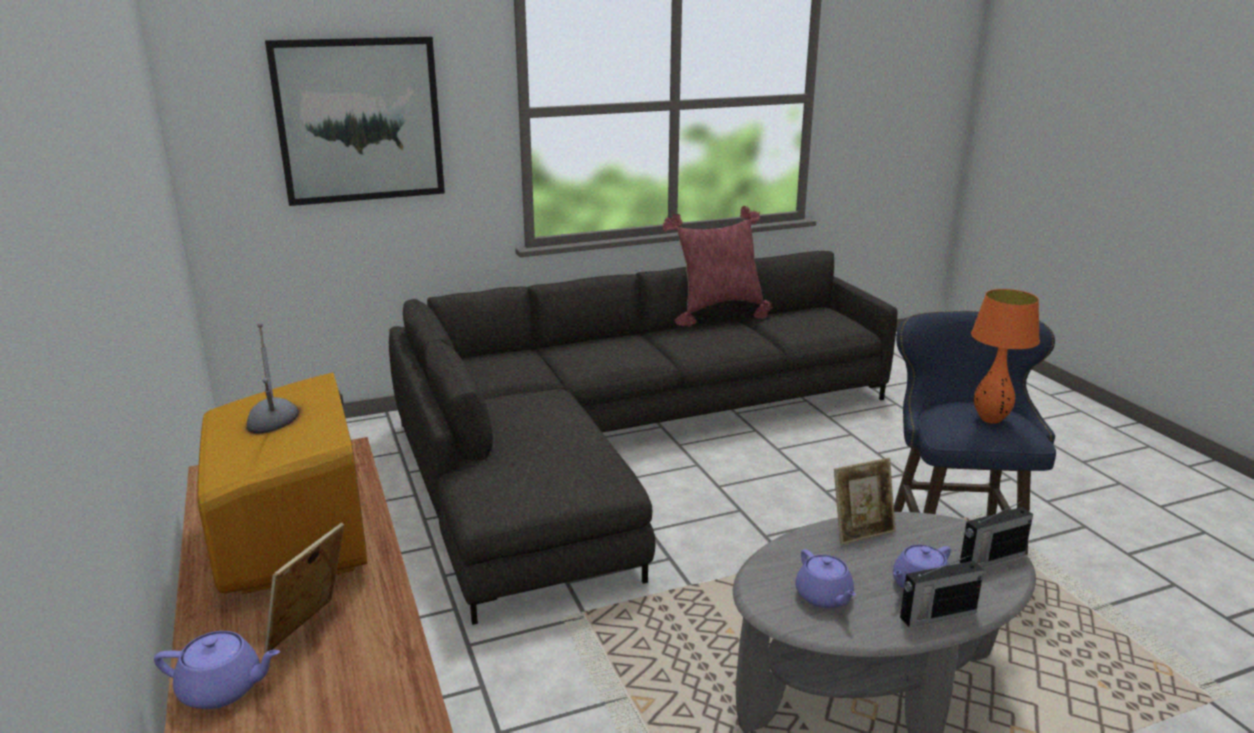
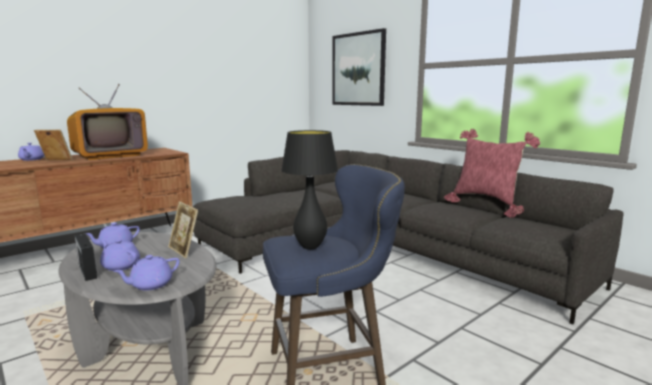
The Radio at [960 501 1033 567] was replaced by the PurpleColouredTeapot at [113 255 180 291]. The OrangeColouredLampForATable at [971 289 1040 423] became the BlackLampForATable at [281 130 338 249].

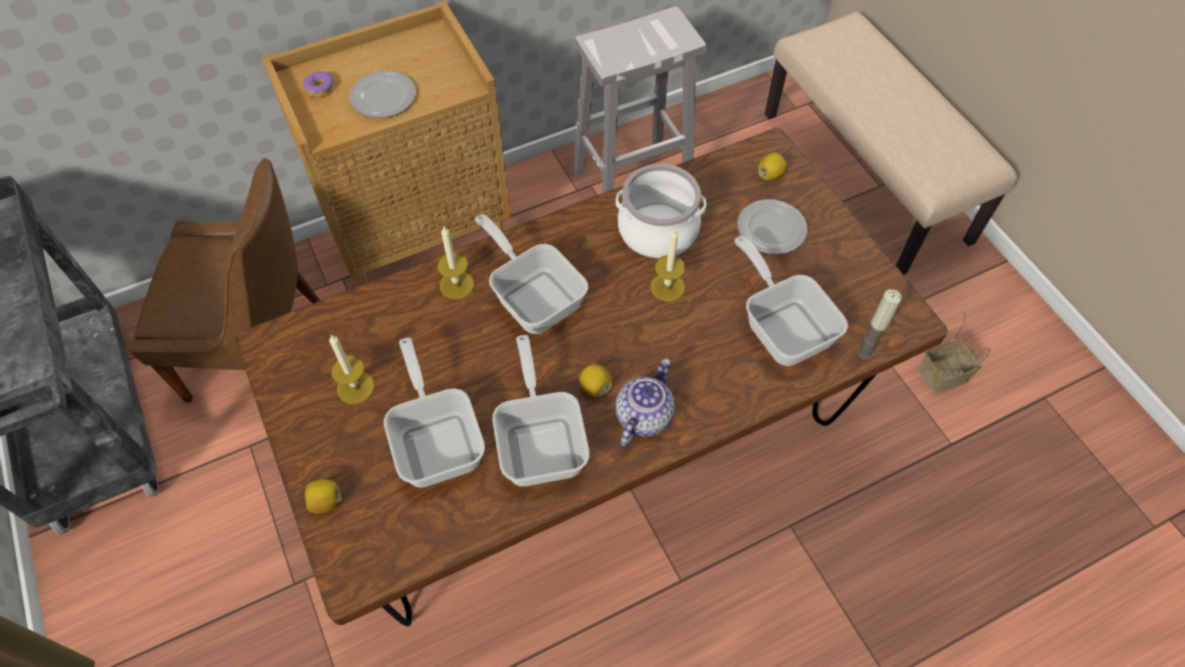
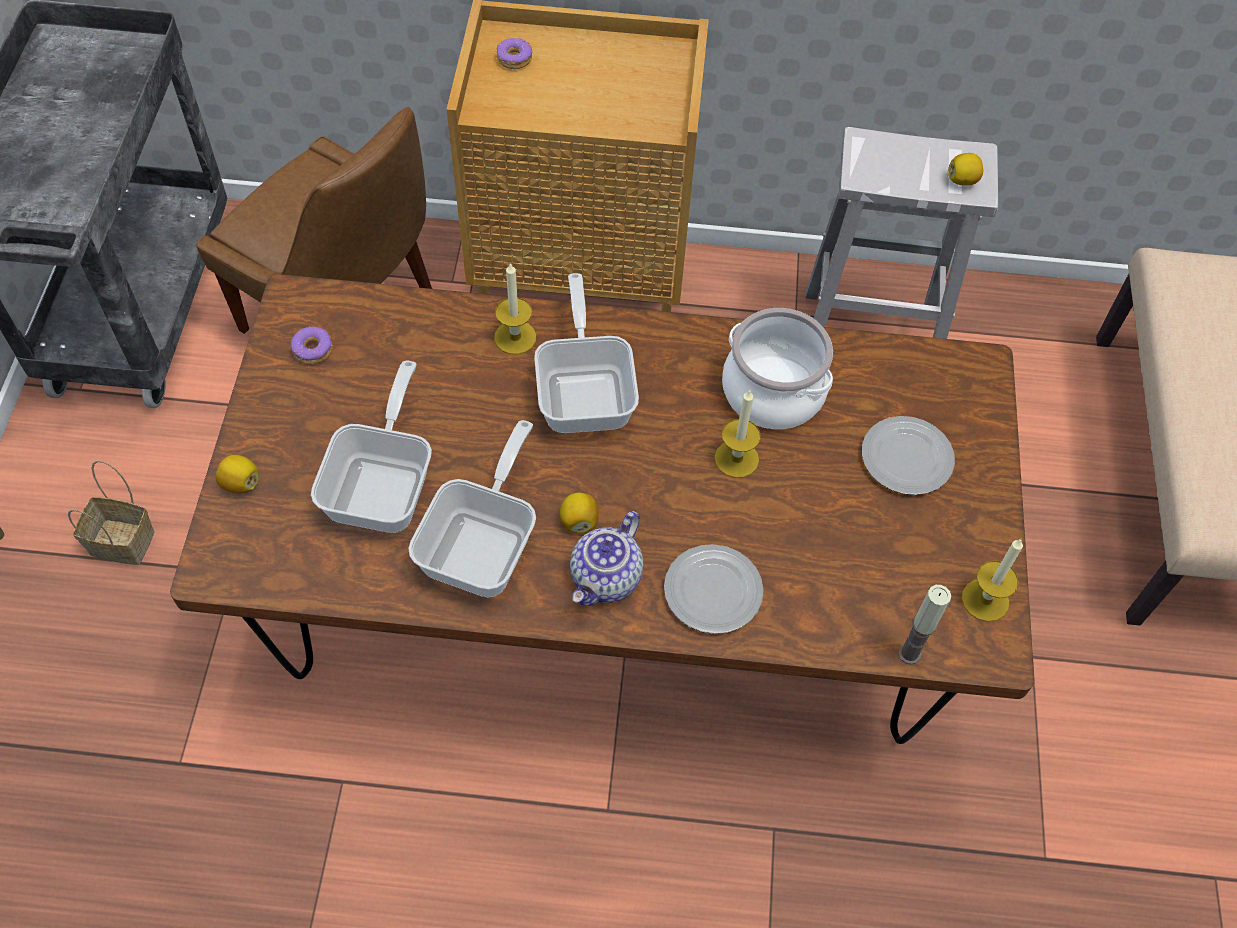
The WaxCandle moved from [329 335 375 404] to [962 539 1023 622]. The DinnerPlate moved from [350 71 416 118] to [664 544 764 634]. The Teapot at [616 358 675 446] turned 150 degrees clockwise. The Pan at [734 236 848 366] disappeared. The WholeLemon moved from [758 152 787 181] to [948 153 983 186]. The Basket moved from [918 312 990 393] to [68 461 155 565]. The Doughnut at [290 327 333 364] appeared.

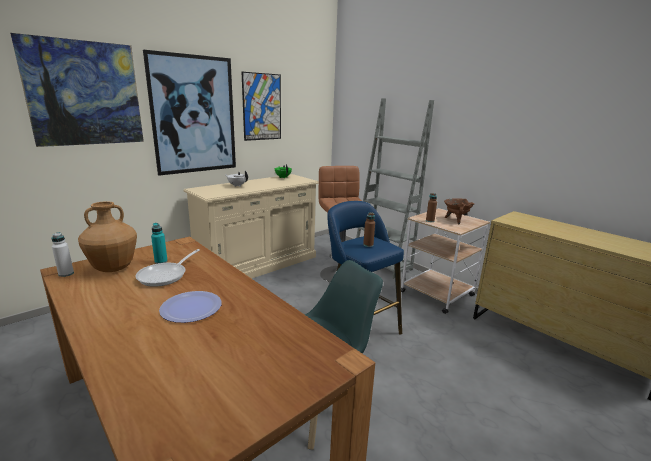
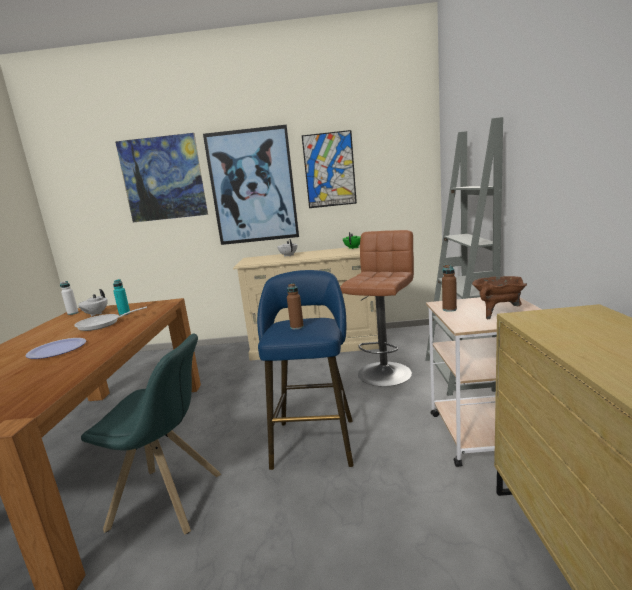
The BrownColouredVase at [78 201 137 272] was replaced by the WhitishTeapot at [78 289 108 317].

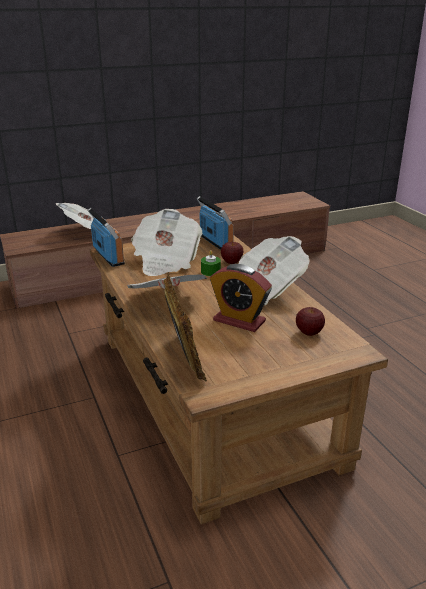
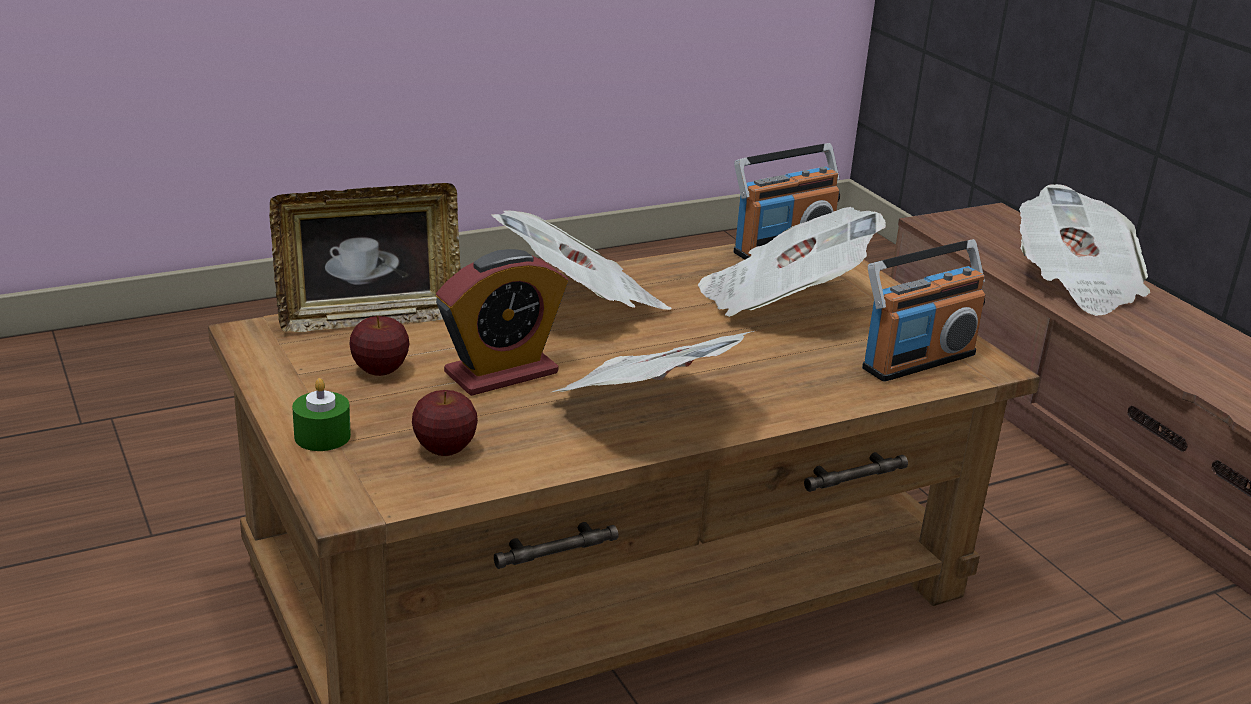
The GreenishWaxCandle moved from [201 250 221 276] to [292 378 351 451]. The AlarmClock at [210 264 272 332] turned 150 degrees counterclockwise. The WholeApple moved from [221 241 243 264] to [349 315 409 376].

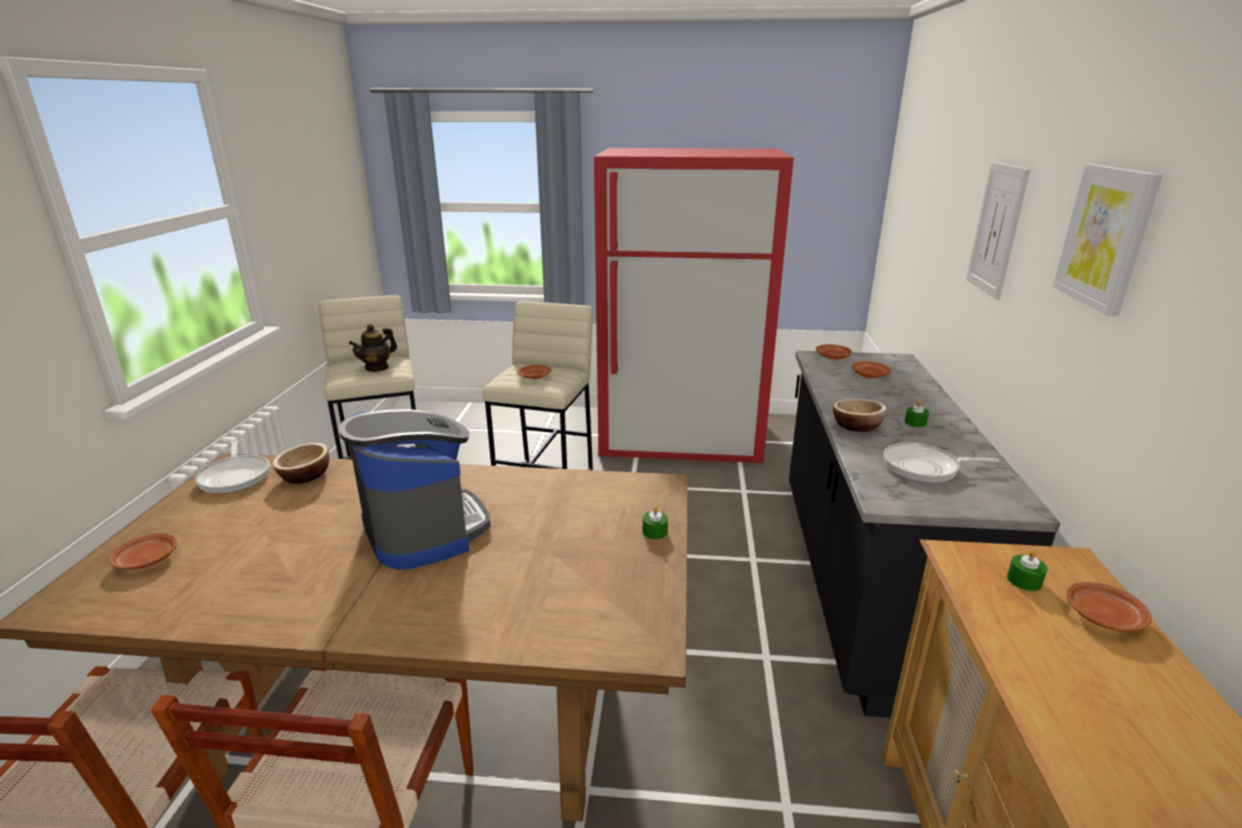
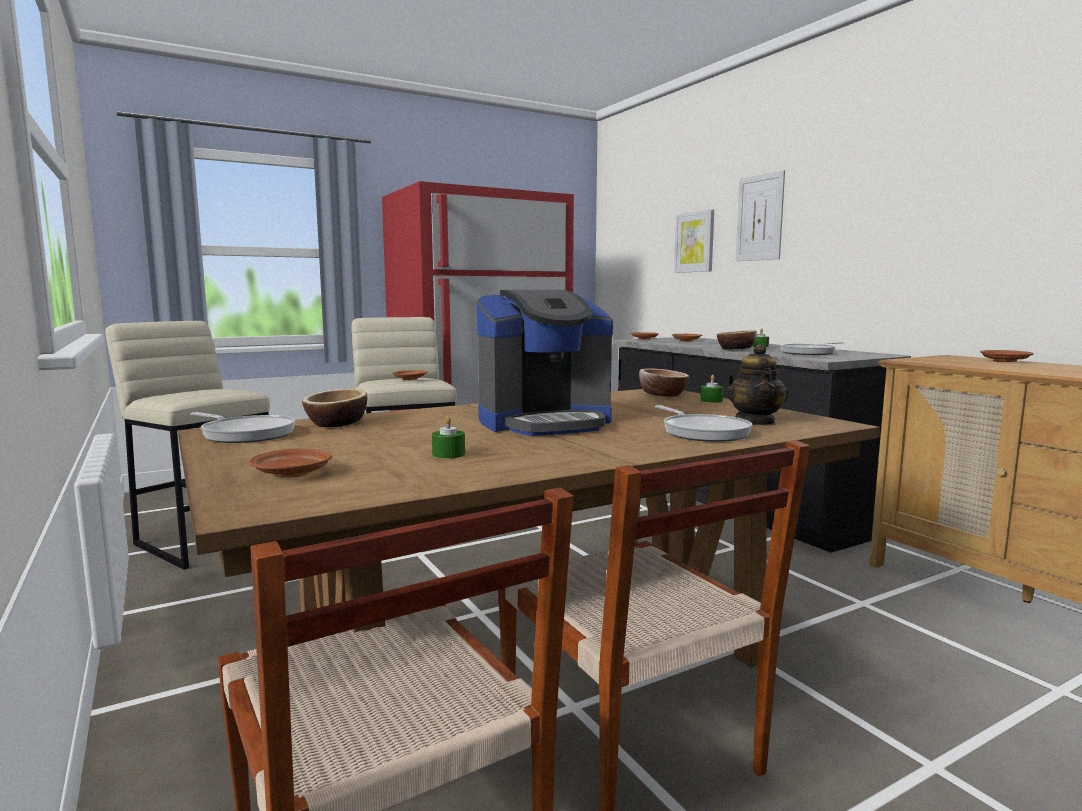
The CoffeeBrewer at [339 409 491 570] turned 135 degrees clockwise. The Teapot moved from [349 324 397 372] to [727 343 788 425]. The GreenishWaxCandle moved from [1007 550 1047 591] to [432 416 465 459]. The WallPicture moved from [1053 164 1162 316] to [674 209 714 273]. The Bowl at [639 369 689 397] appeared. The Pan at [655 405 752 442] appeared.

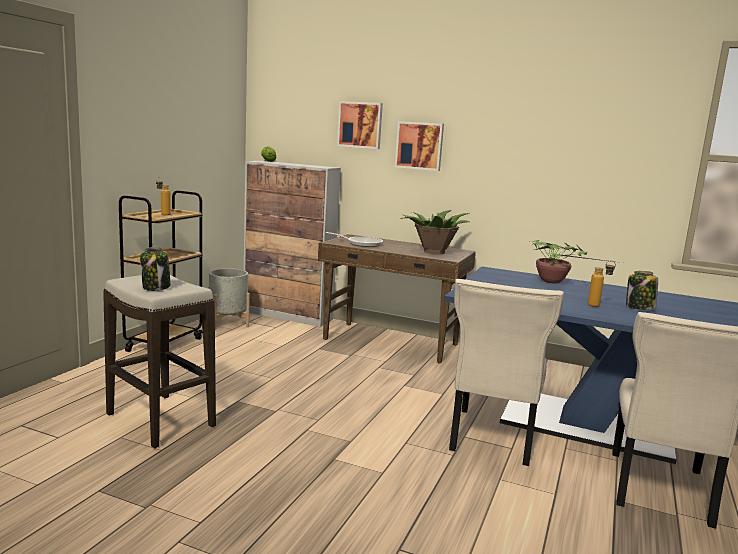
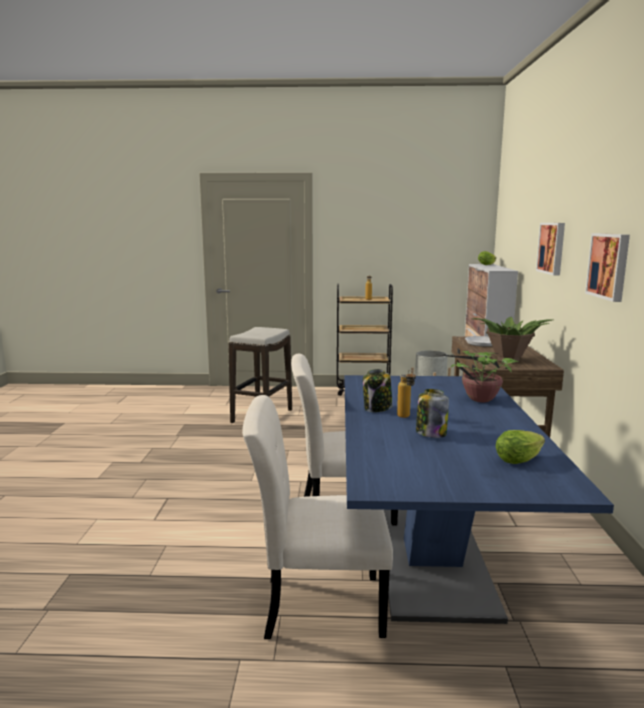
The StorageJar moved from [140 247 171 291] to [363 369 392 412]. The WallPicture moved from [337 101 383 149] to [585 233 630 302]. The Lettuce at [496 430 545 464] appeared.

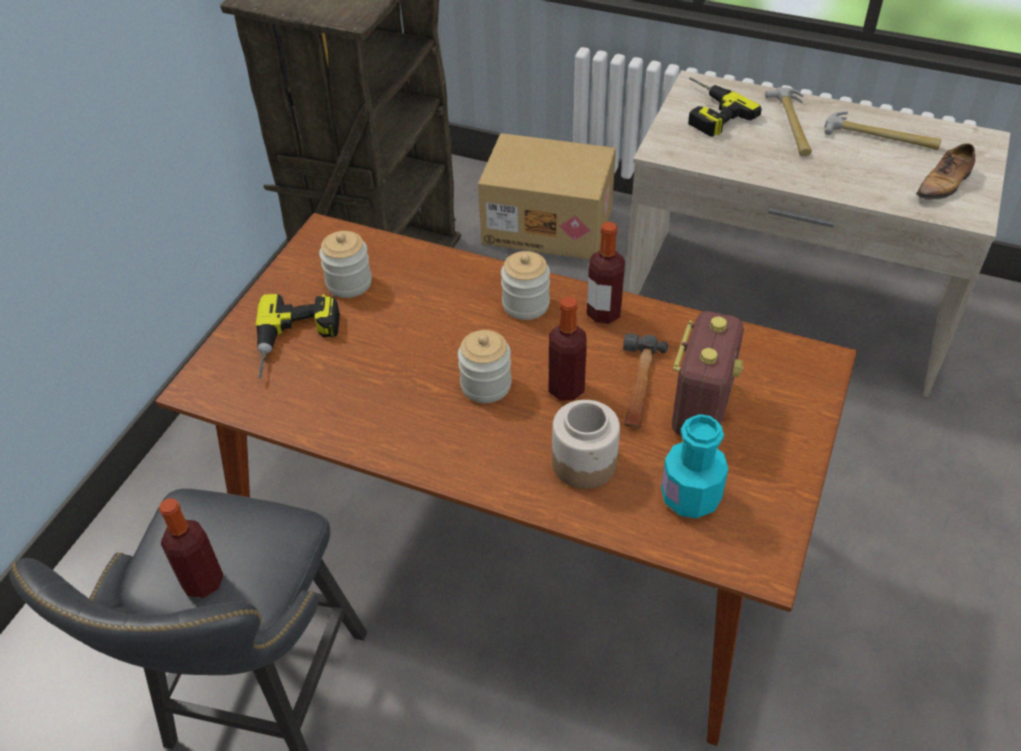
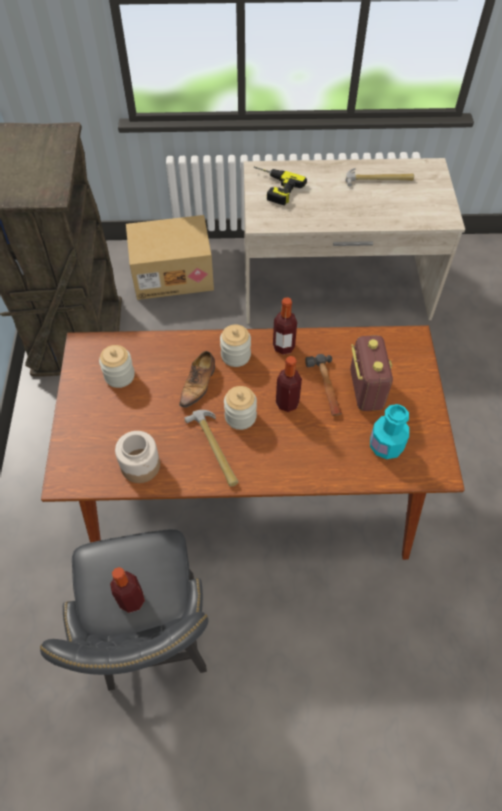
The Drill at [256 294 340 379] disappeared. The StorageJar moved from [552 400 620 489] to [115 431 160 483]. The HandHammer moved from [765 87 812 157] to [184 410 238 487]. The Shoe moved from [916 144 976 205] to [179 351 215 408].

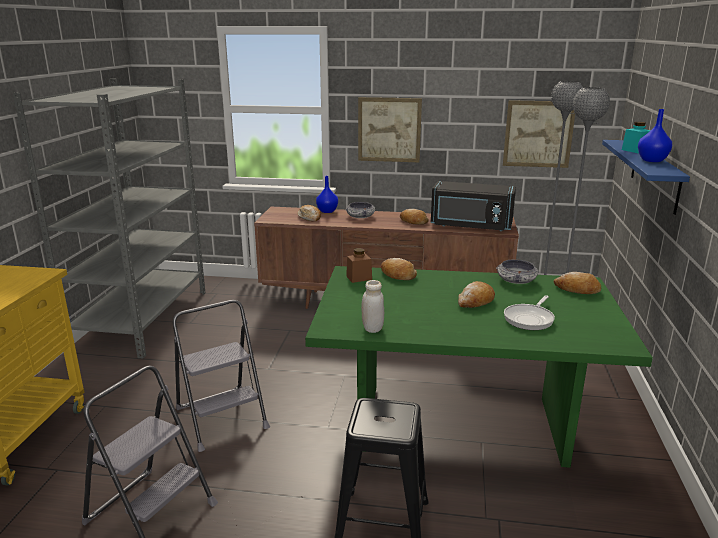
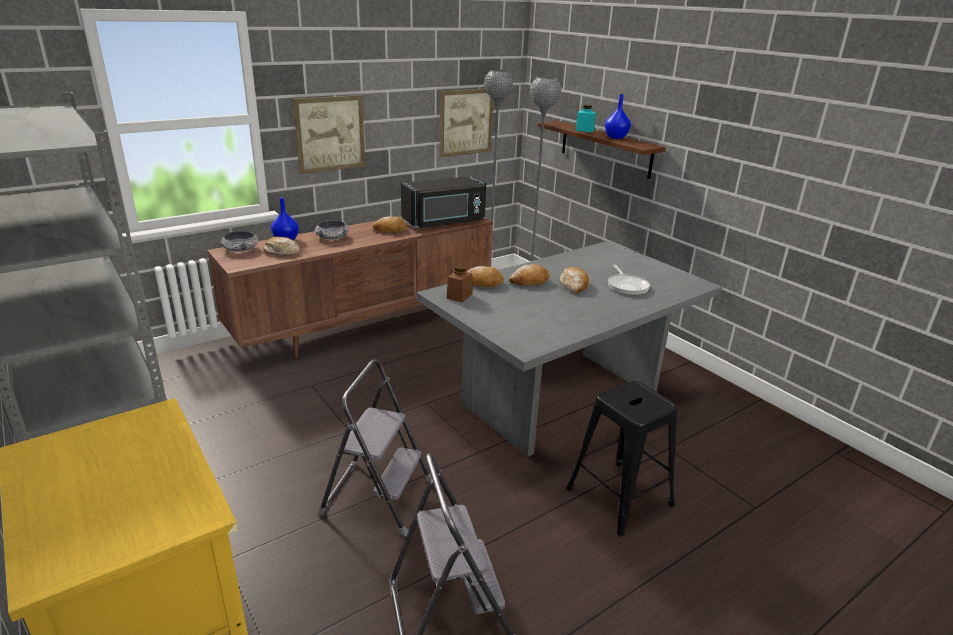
The GreenishDinnerTable at [305 266 653 468] became the GreyDinnerTable at [416 241 722 457]. The WhitishStorageJar at [361 280 384 333] disappeared. The Bowl moved from [496 259 539 284] to [220 231 259 252]. The BakedBread moved from [554 272 601 294] to [509 264 550 286]. The BluishWallShelf at [602 140 690 215] became the BrownColouredWallShelf at [538 121 666 179].

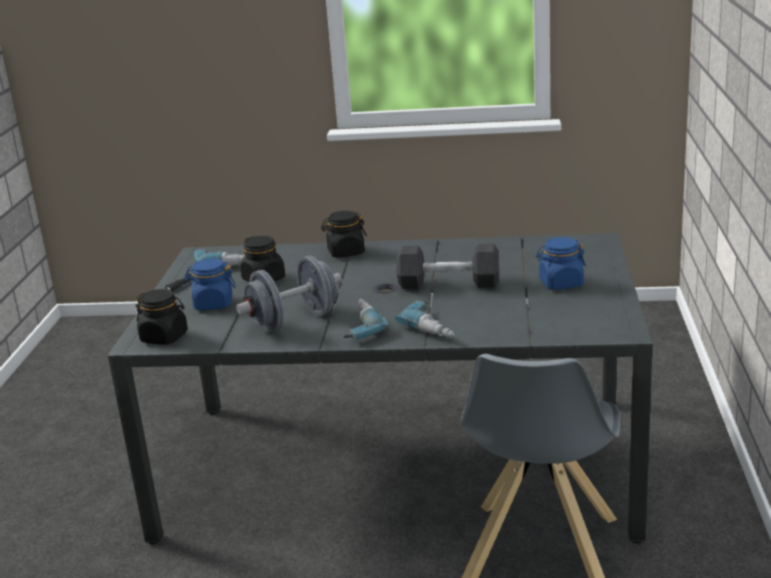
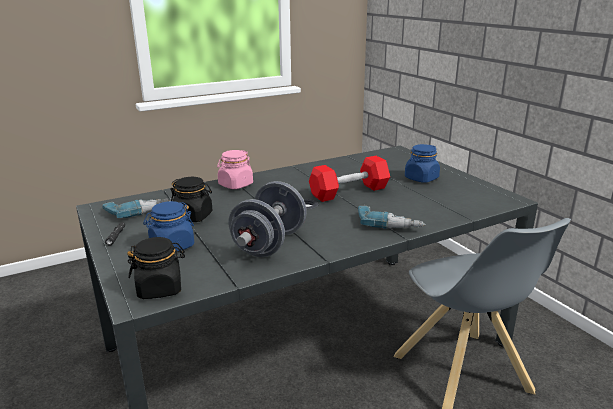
The BlackStorageJar at [321 211 367 258] became the PinkStorageJar at [217 150 253 189]. The Drill at [343 299 389 340] disappeared. The GreyHandWeight at [396 244 499 289] became the RedHandWeight at [309 156 390 202].

